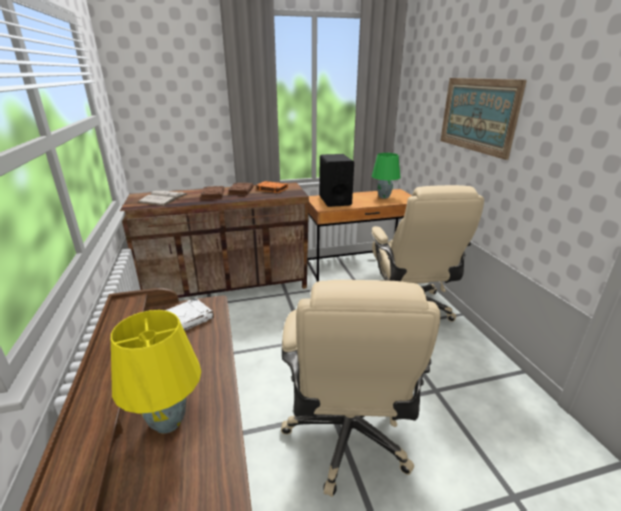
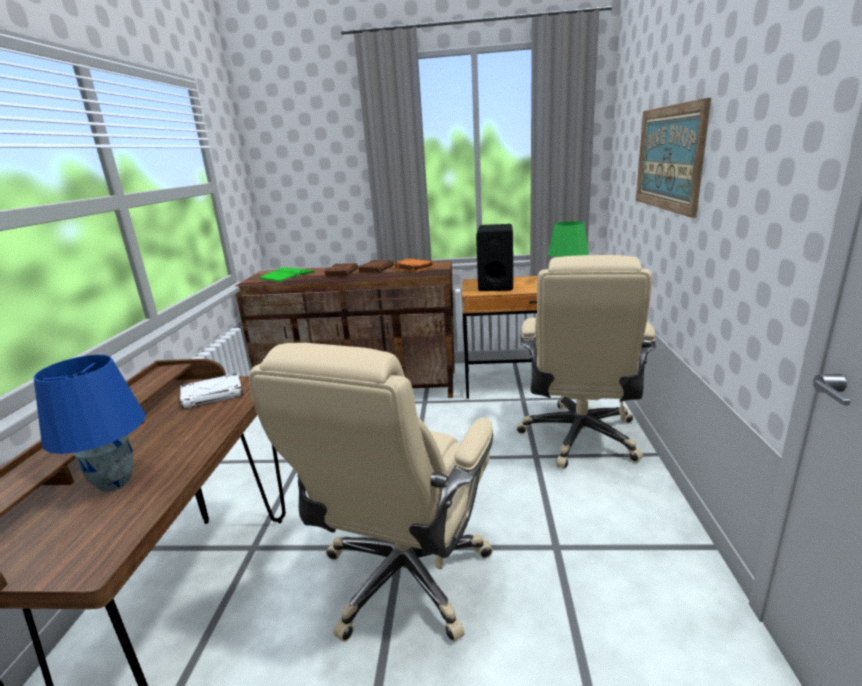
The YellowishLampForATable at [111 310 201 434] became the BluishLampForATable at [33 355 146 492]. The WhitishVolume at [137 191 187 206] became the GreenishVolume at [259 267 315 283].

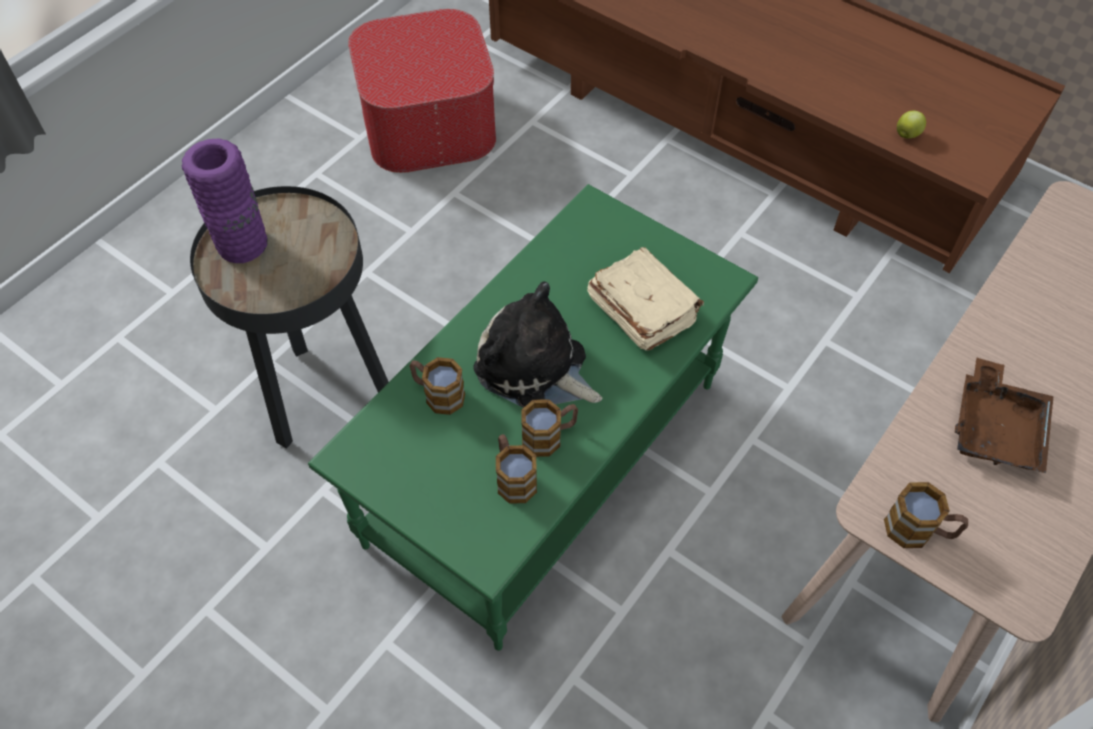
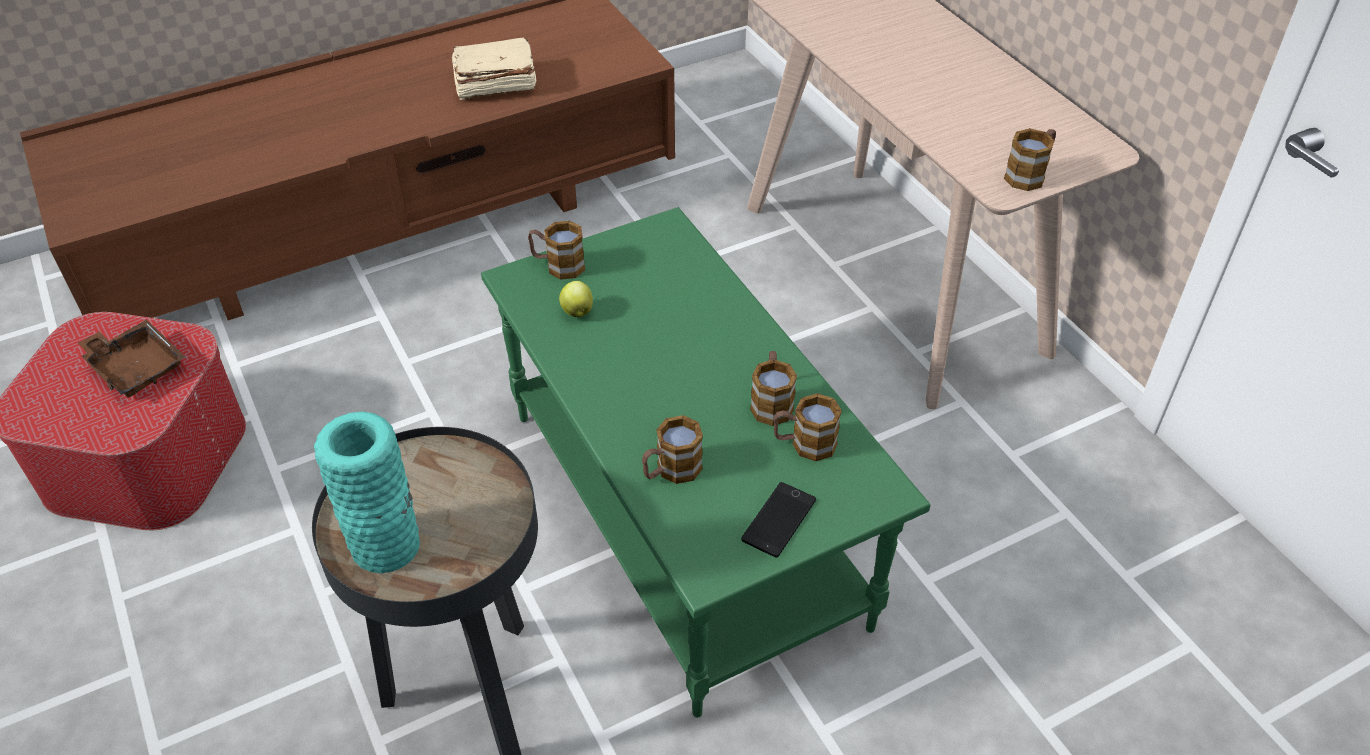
The PurpleColouredVase at [182 139 268 263] became the BlueGreenVase at [314 412 420 574]. The SoftToy at [473 281 602 408] disappeared. The BeigeColouredVolume moved from [588 247 704 351] to [452 38 536 100]. The WholeApple moved from [897 110 926 138] to [559 281 593 317]. The BrownColouredCarryingTray moved from [955 358 1053 473] to [78 319 185 398]. The TeaMug at [528 221 585 279] appeared. The Phone at [741 482 816 558] appeared.

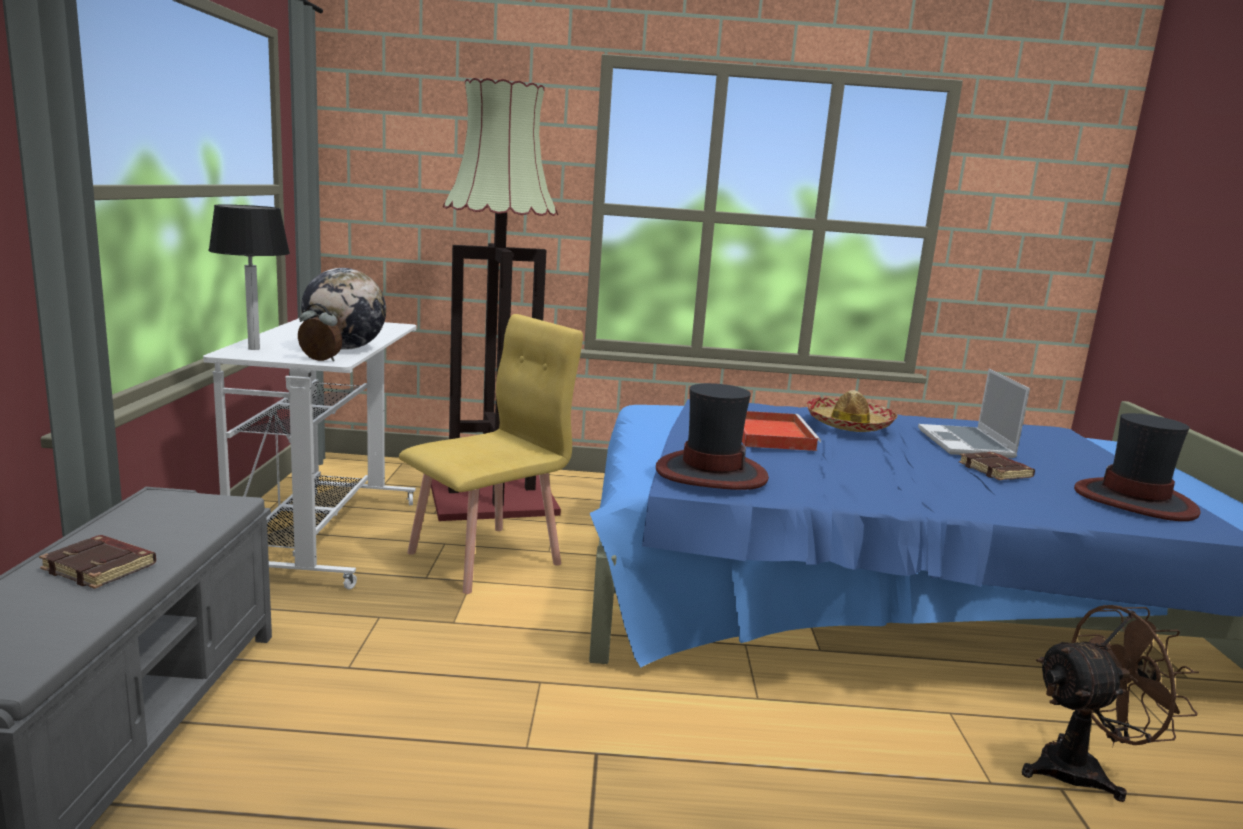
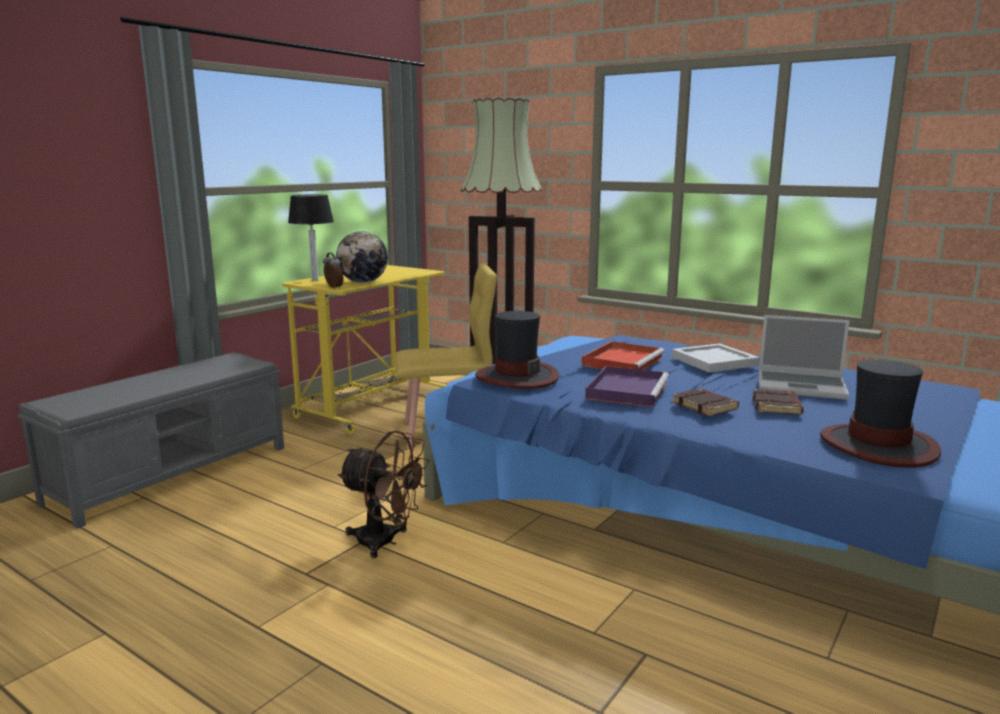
The BrownColouredVolume moved from [39 535 156 589] to [672 388 739 416]. The WhitishDeskUnit at [203 318 416 589] became the YellowishDeskUnit at [282 265 446 434]. The ClothingHat at [806 390 897 432] was replaced by the WhitishCarryingTray at [672 343 760 373]. The Laptop at [918 368 1030 458] turned 105 degrees counterclockwise. The BrownColouredCoolingFan moved from [1022 605 1199 802] to [338 430 430 558]. The PurpleColouredCarryingTray at [585 366 669 407] appeared.

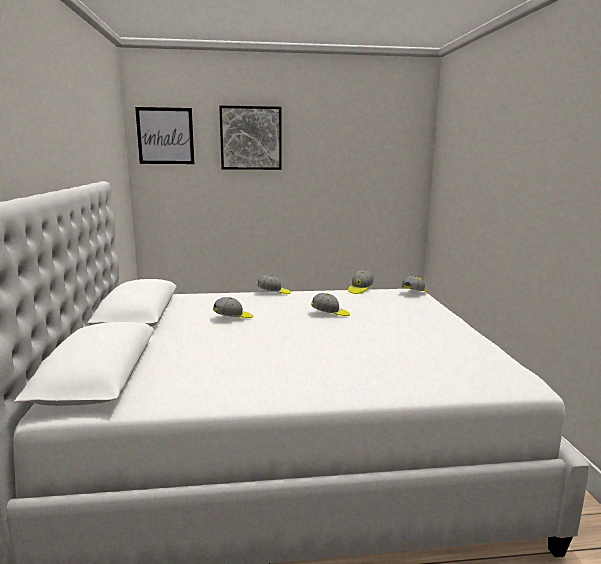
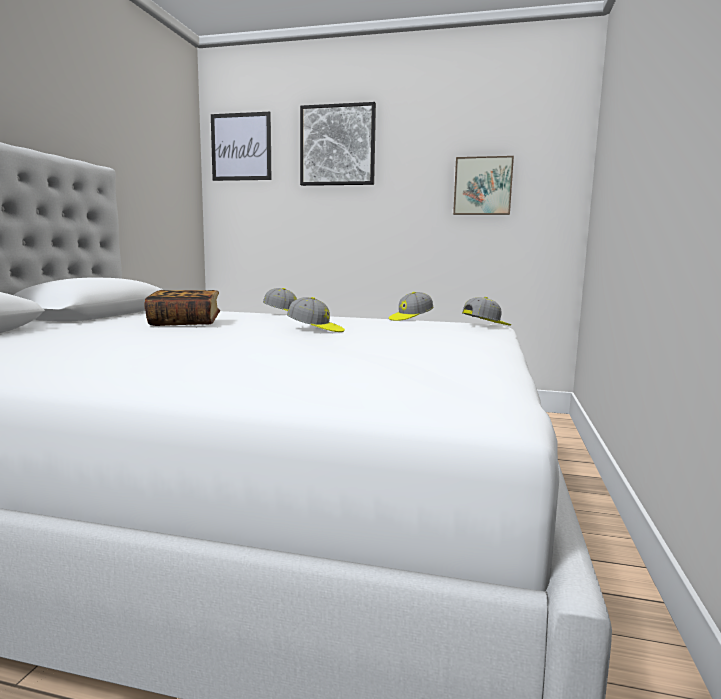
The PeakedCap at [213 297 253 318] was replaced by the Volume at [145 290 220 326]. The WallPicture at [453 156 514 215] appeared.

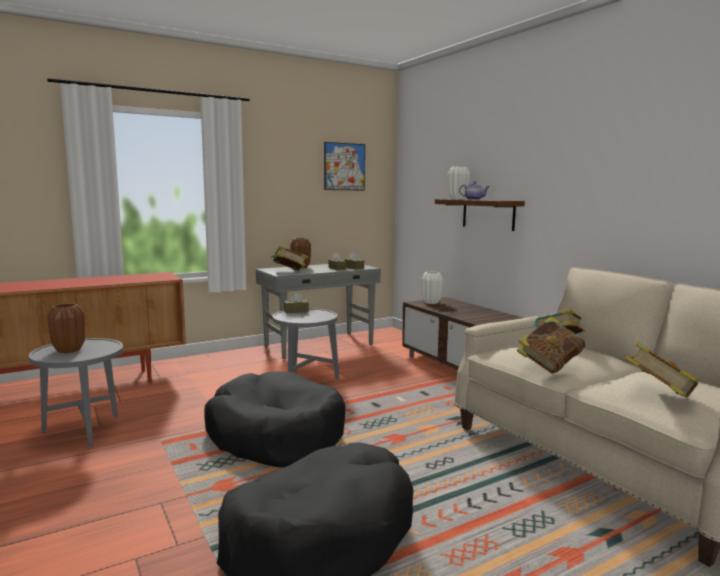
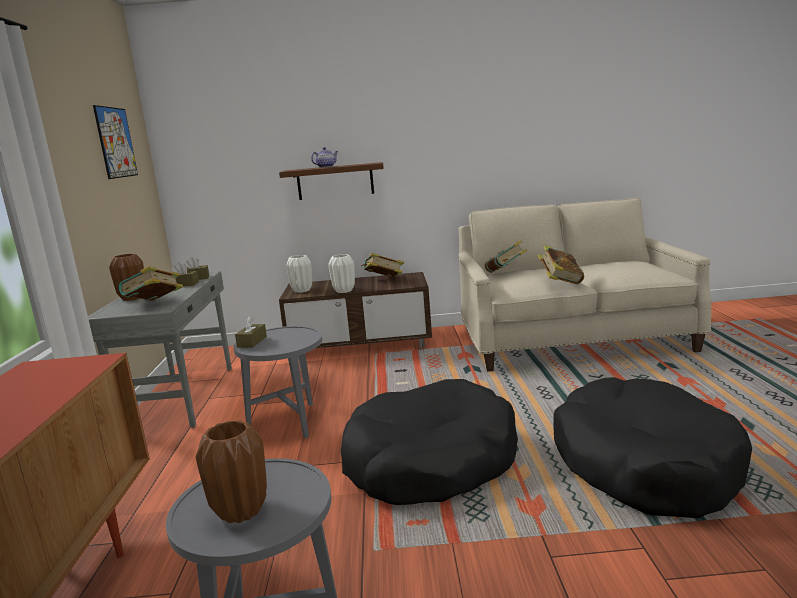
The WhitishVase moved from [448 167 470 199] to [328 254 355 293]. The Volume moved from [625 342 698 397] to [362 253 404 277].

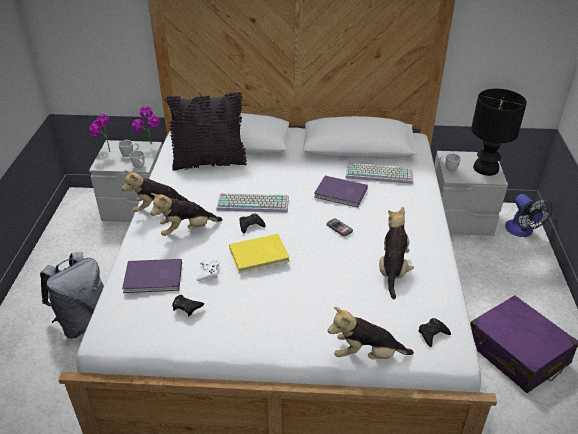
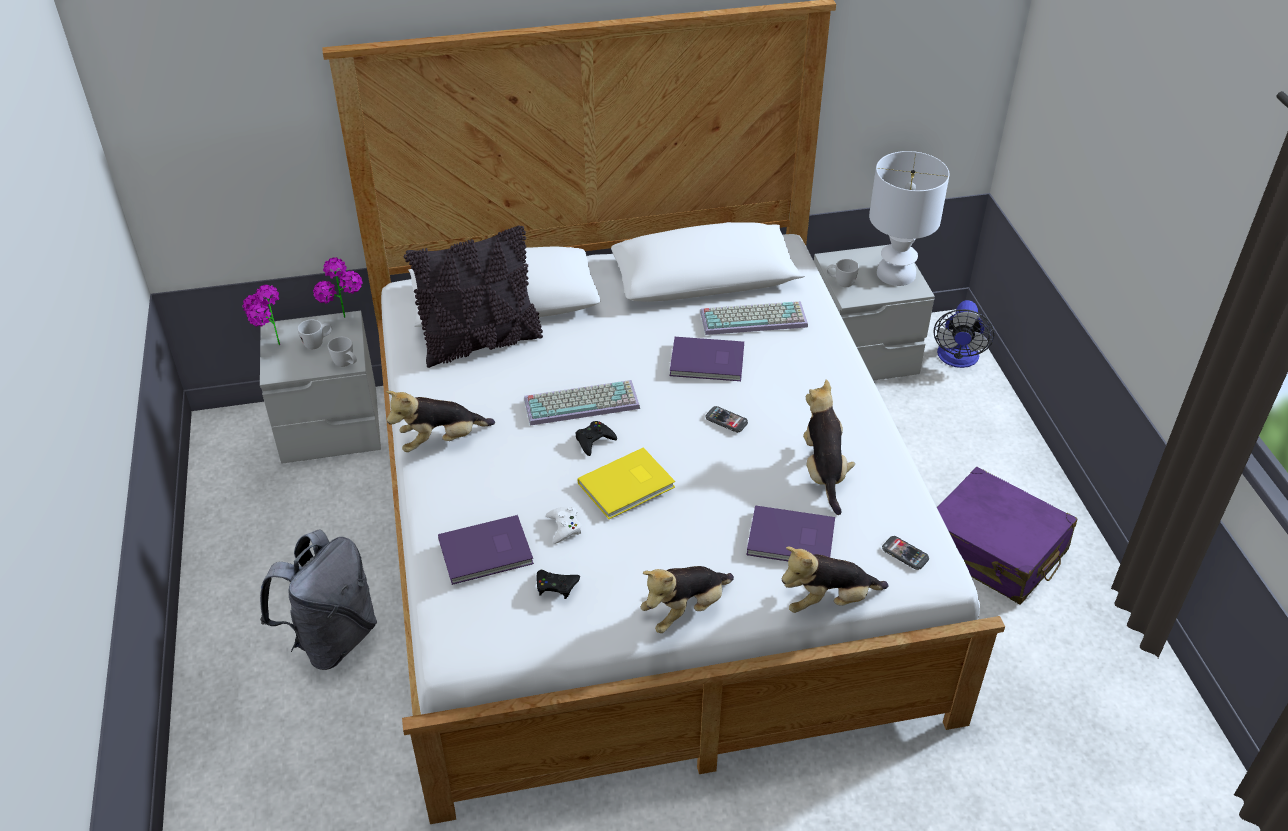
The SoftToy moved from [151 193 223 236] to [641 566 734 633]. The BlackGamepad at [418 318 451 347] was replaced by the Phone at [882 536 929 570]. The BlackLampForATable at [471 89 527 176] became the WhitishLampForATable at [869 151 949 286]. The CoolingFan at [505 194 553 237] turned 45 degrees clockwise. The PurpleColouredVolume at [746 505 835 561] appeared.

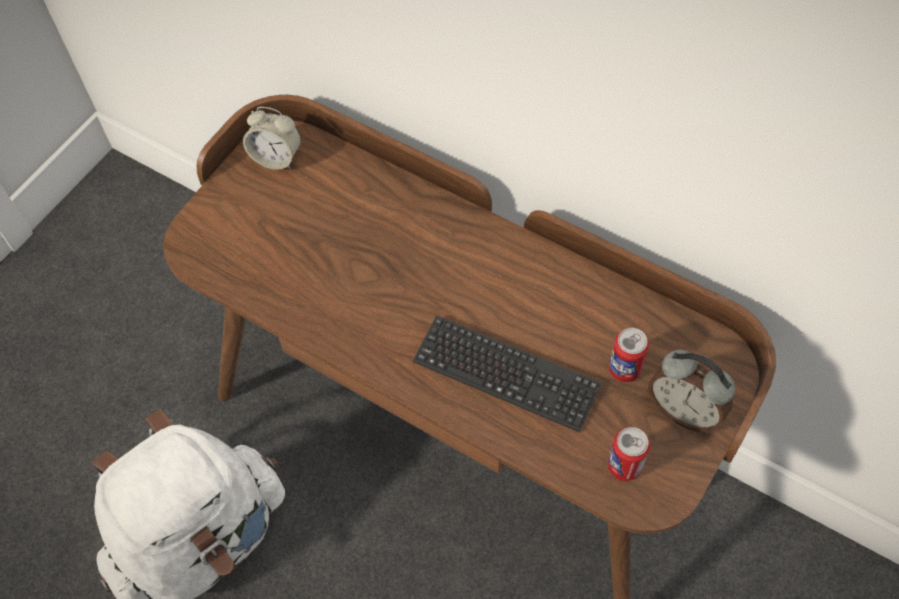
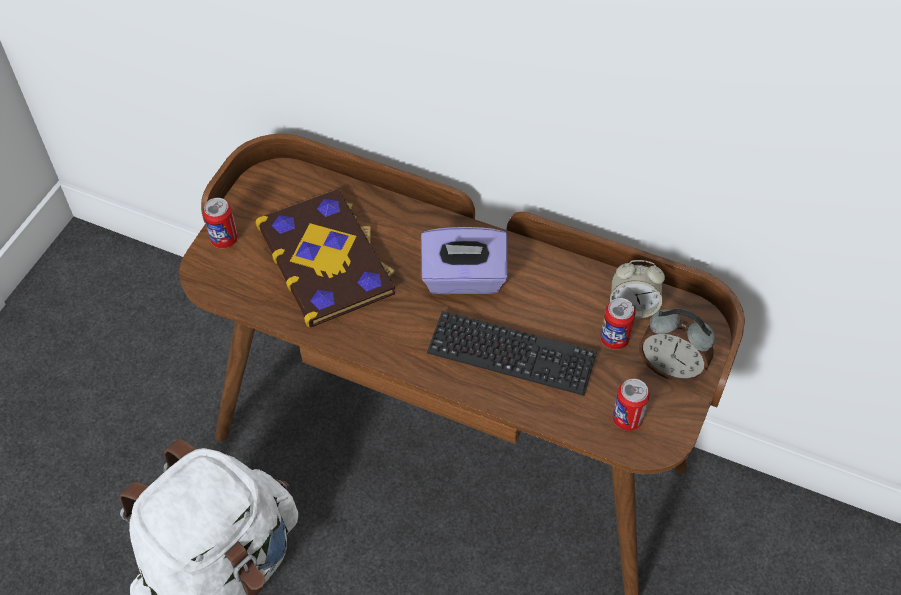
The AlarmClock moved from [243 107 301 170] to [610 260 665 319]. The MetalCan at [203 198 238 248] appeared. The Volume at [255 189 395 327] appeared. The PurpleColouredTissueHolder at [421 227 508 294] appeared.

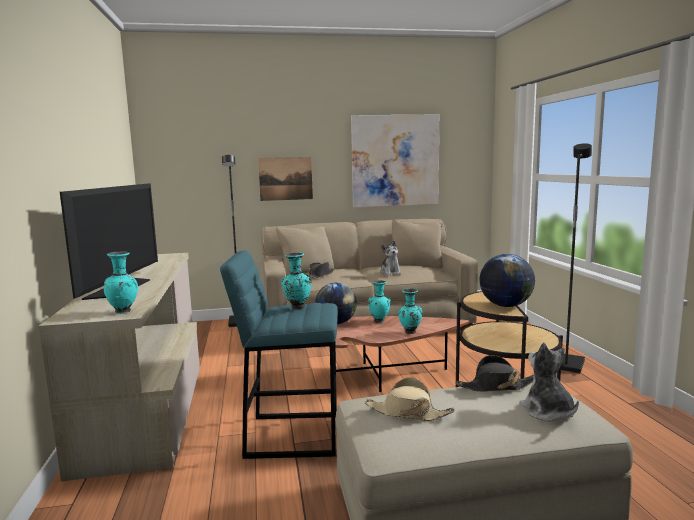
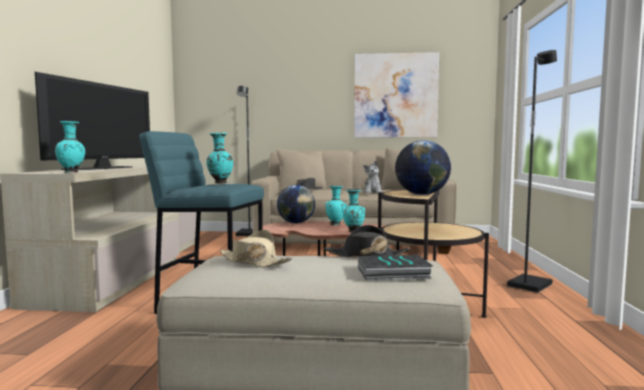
The WallPicture at [258 157 313 201] disappeared. The SoftToy at [519 342 579 422] was replaced by the Volume at [358 255 433 280].

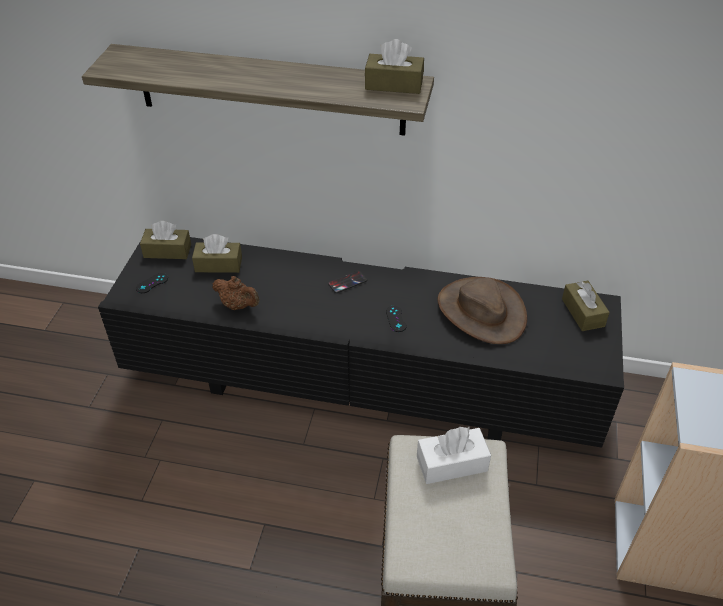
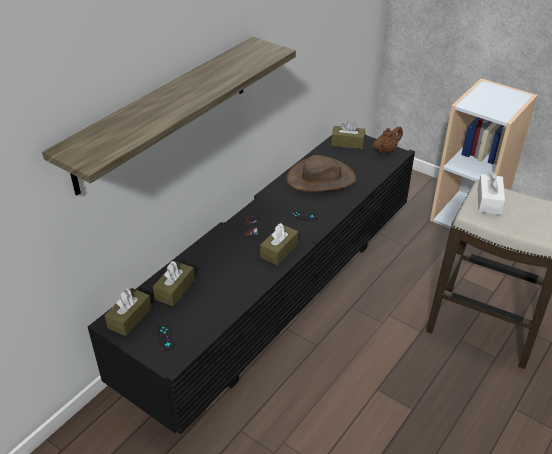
The BrownColouredTeapot moved from [212 276 260 310] to [373 126 403 154]. The BrownColouredTissueHolder moved from [365 39 424 94] to [260 223 299 265].

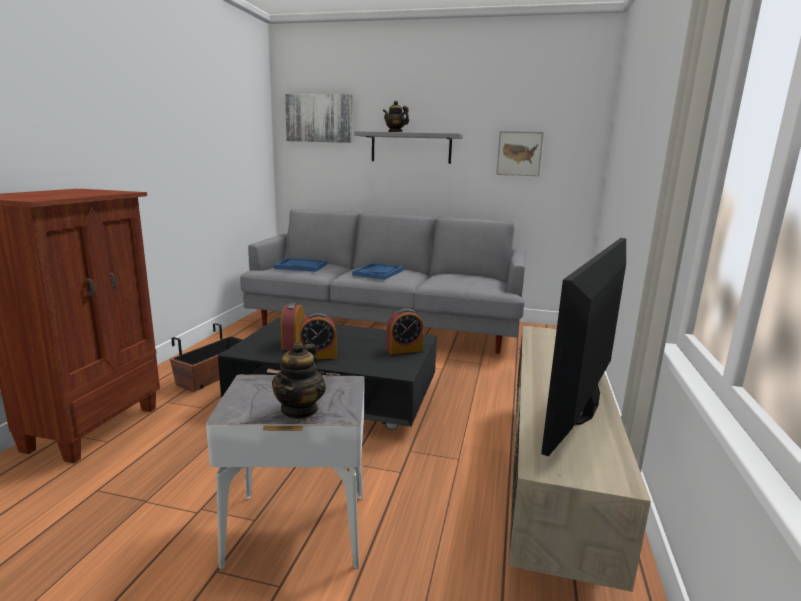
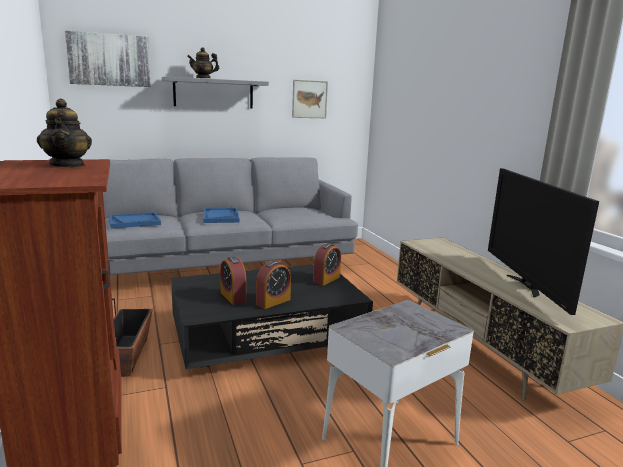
The Teapot moved from [272 341 326 419] to [37 98 92 167].

